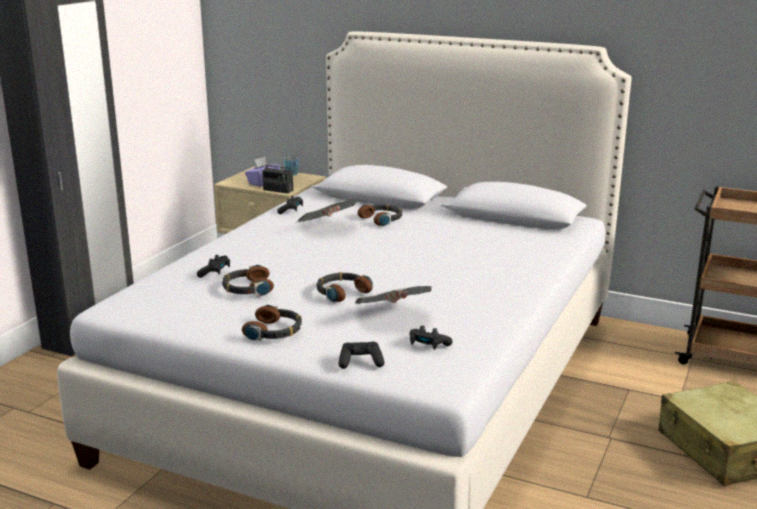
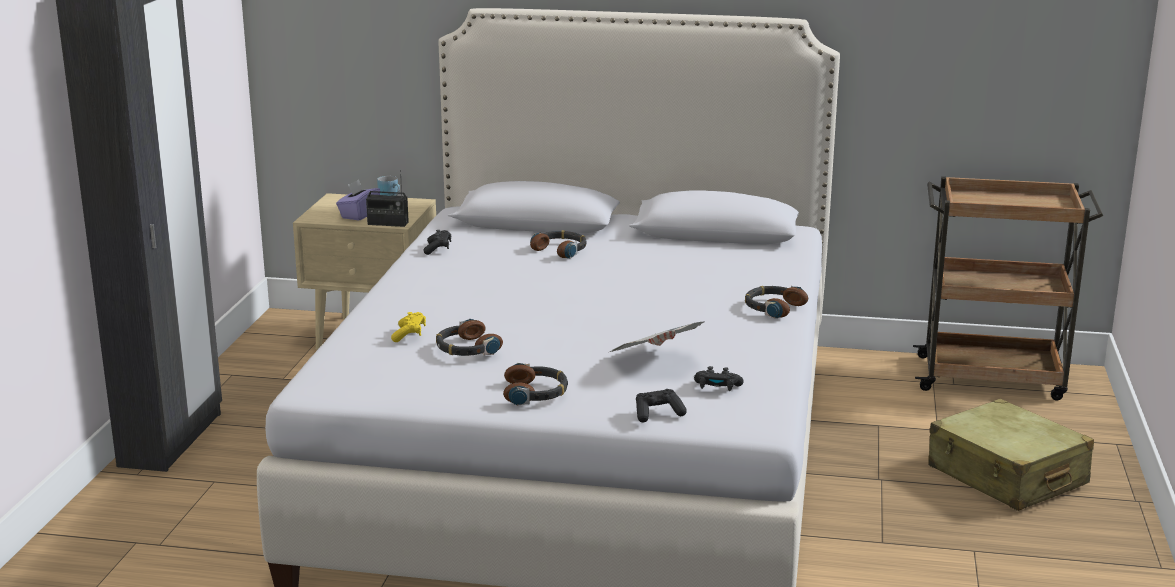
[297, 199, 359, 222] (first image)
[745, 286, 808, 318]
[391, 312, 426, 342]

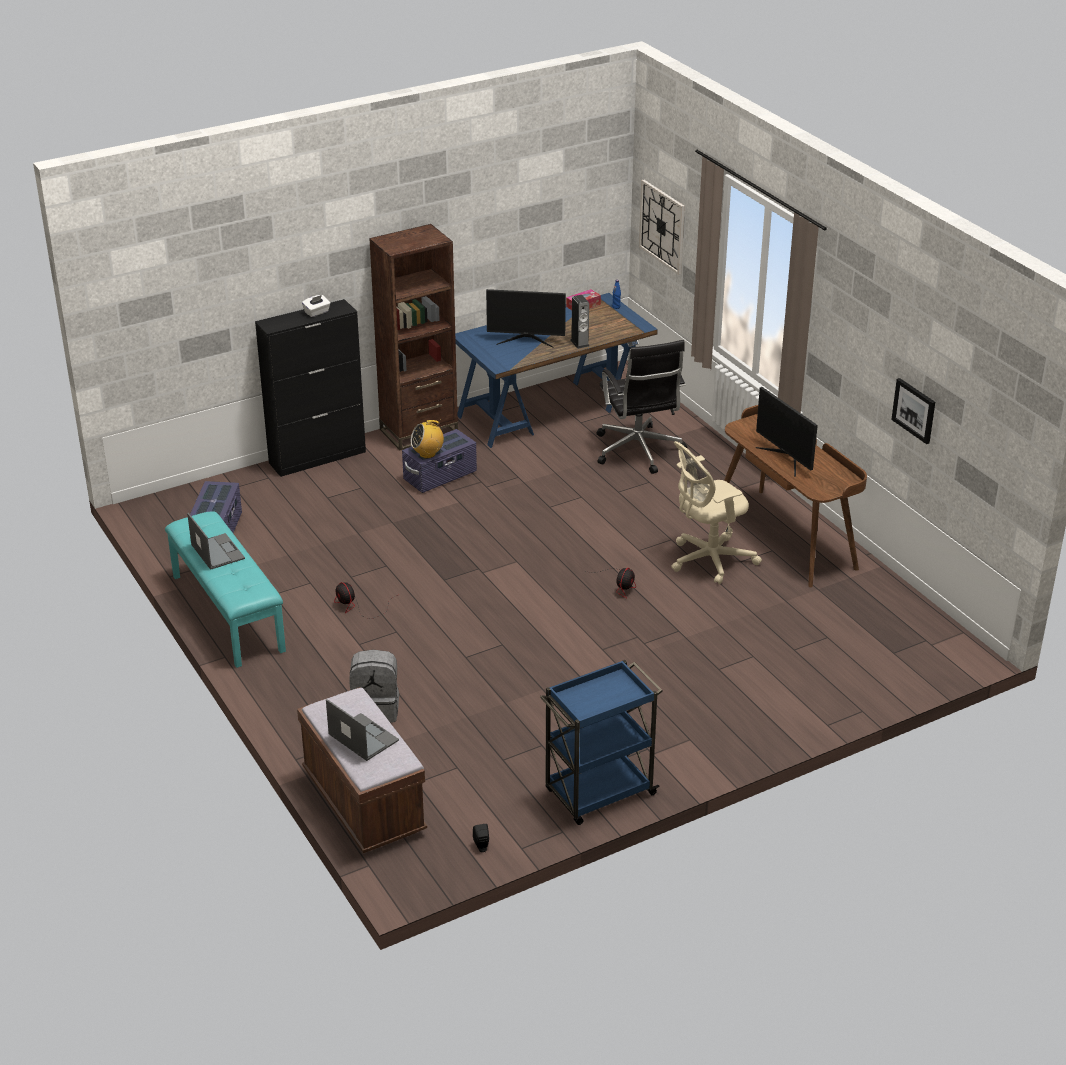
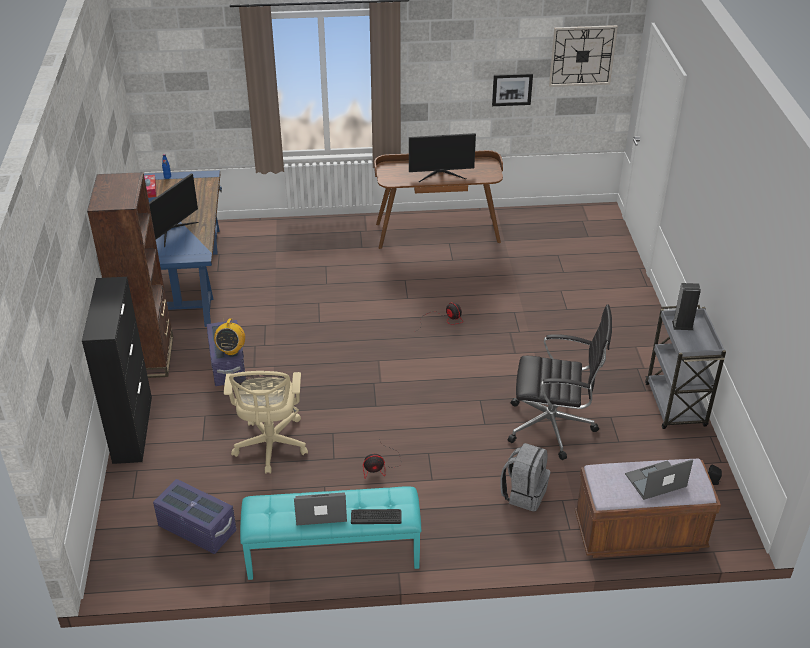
[302, 295, 330, 317] (first image)
[351, 509, 402, 524]
[672, 283, 701, 330]
[508, 304, 612, 460]
[549, 25, 618, 87]
[224, 371, 308, 474]
[645, 305, 726, 429]

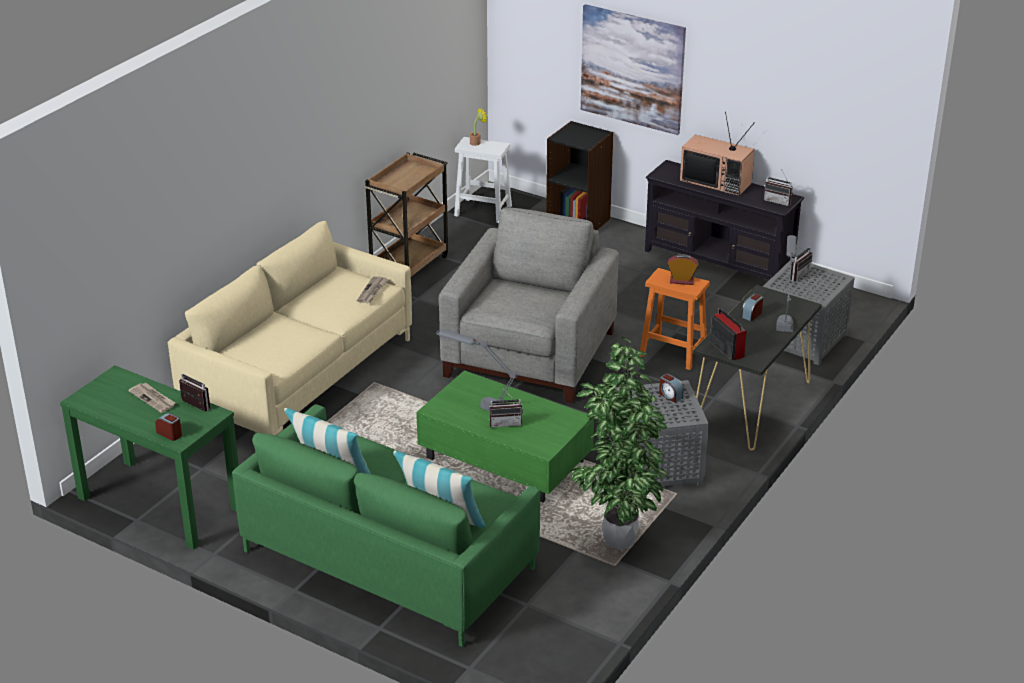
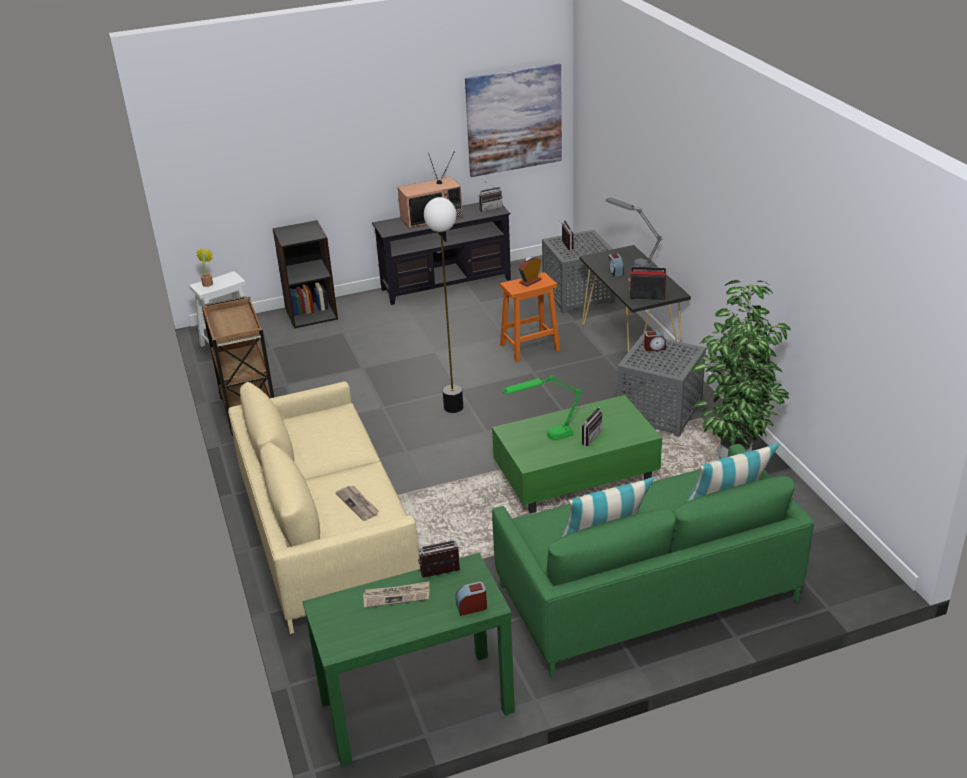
[335, 485, 379, 521]
[465, 63, 562, 177]
[424, 197, 463, 413]
[502, 375, 583, 440]

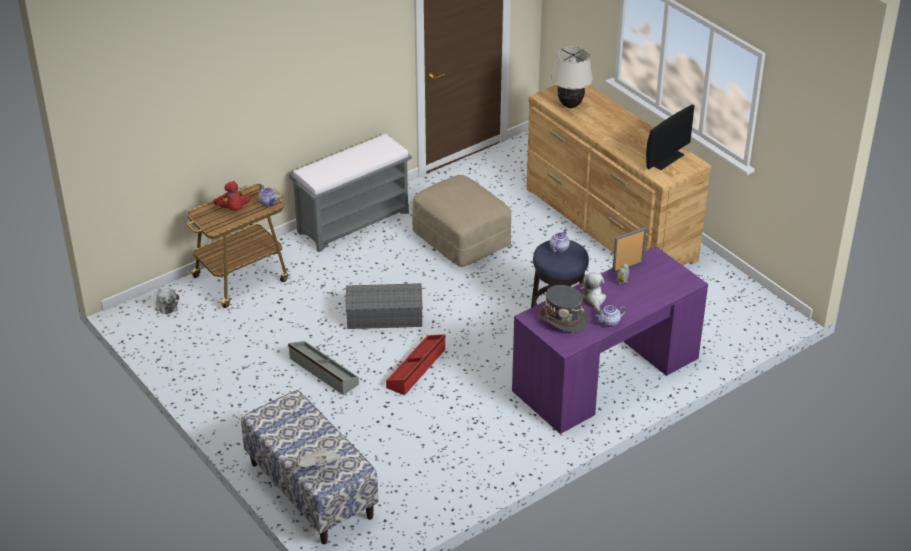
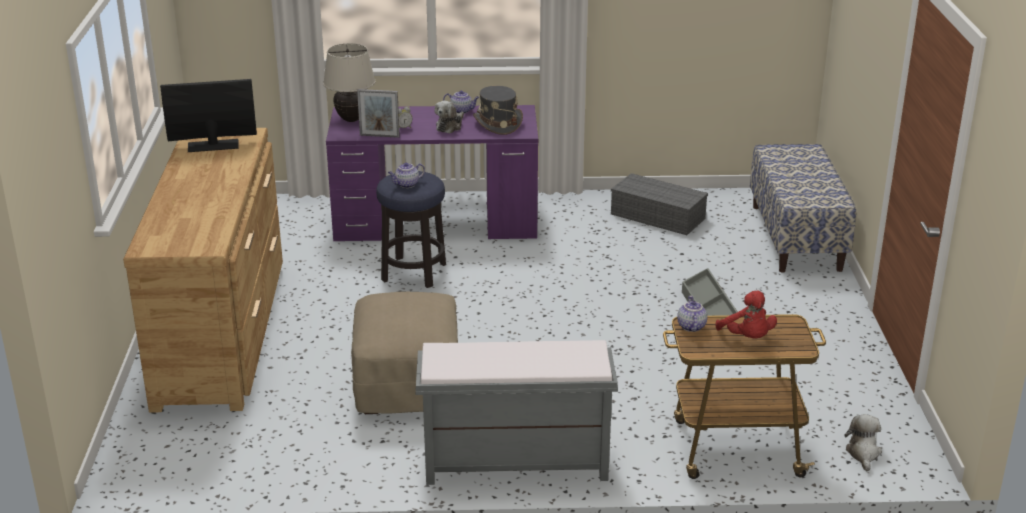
[297, 449, 342, 467] (first image)
[386, 334, 446, 396] (first image)
[611, 173, 708, 235]
[323, 43, 376, 122]
[715, 290, 777, 339]

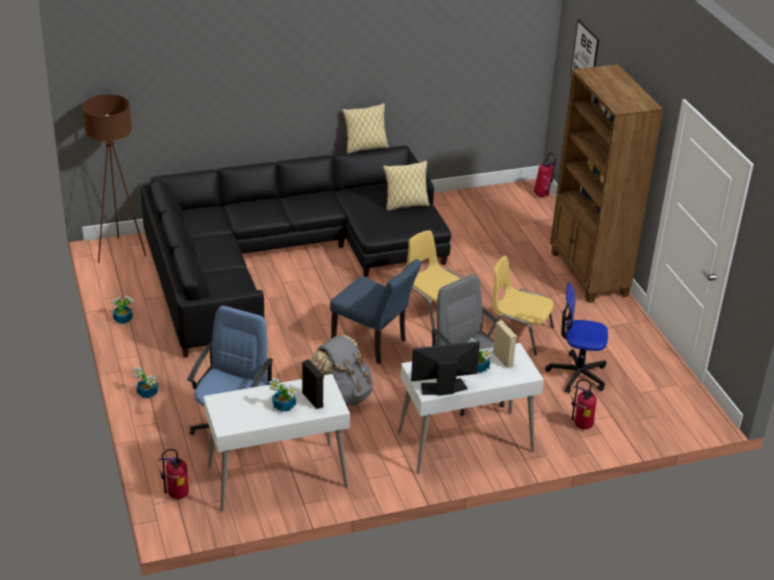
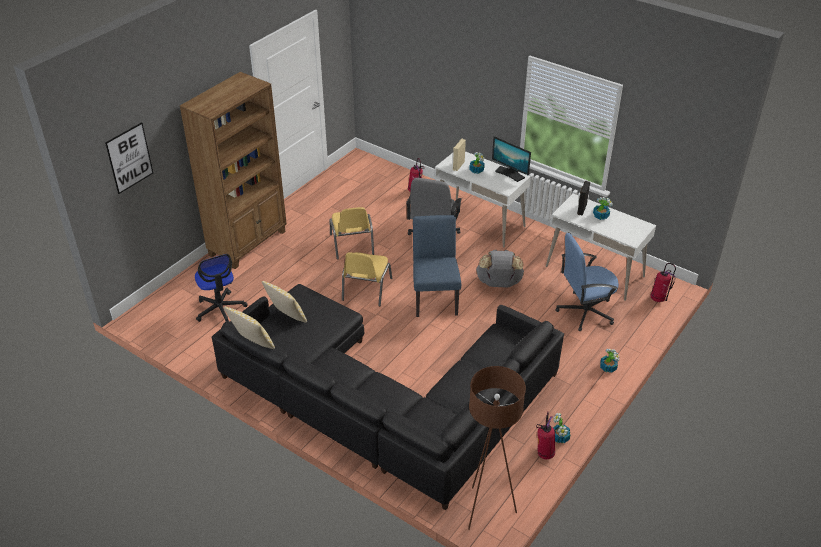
[536, 411, 555, 459]
[195, 254, 248, 322]

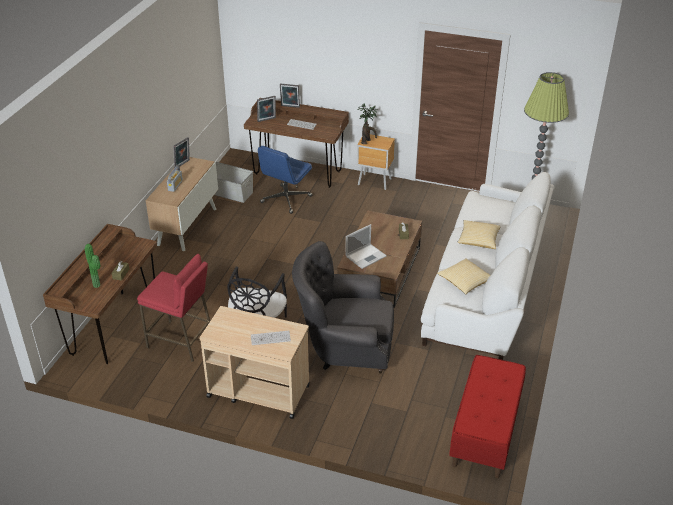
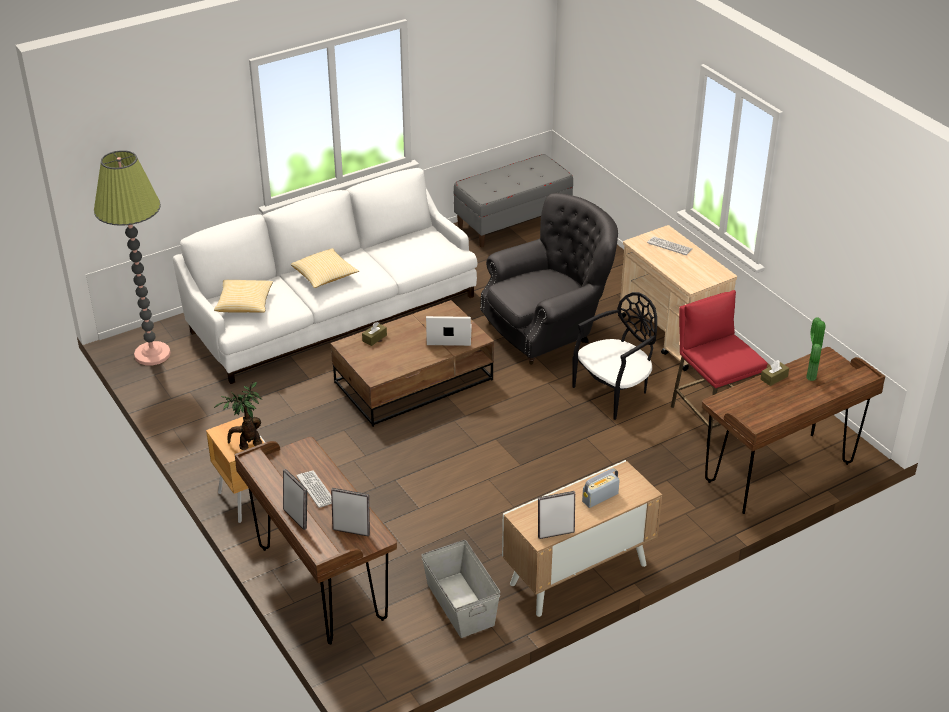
[258, 146, 313, 214] (first image)
[214, 280, 273, 313]
[454, 154, 573, 247]
[480, 193, 618, 365]

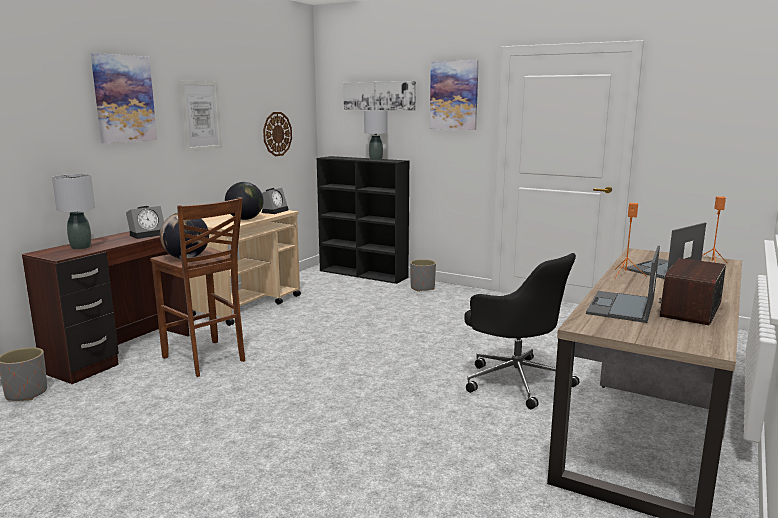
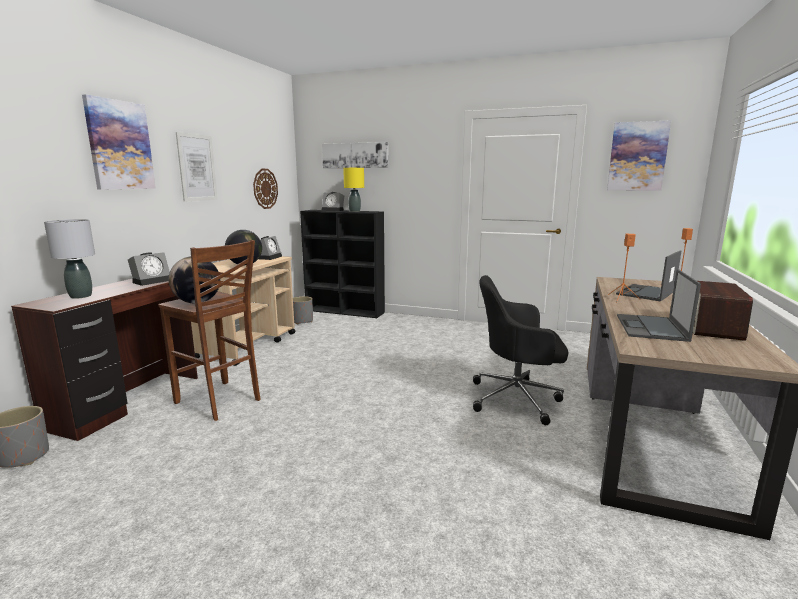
[322, 192, 344, 211]
[293, 296, 313, 324]
[607, 120, 671, 191]
[343, 168, 364, 212]
[473, 275, 568, 425]

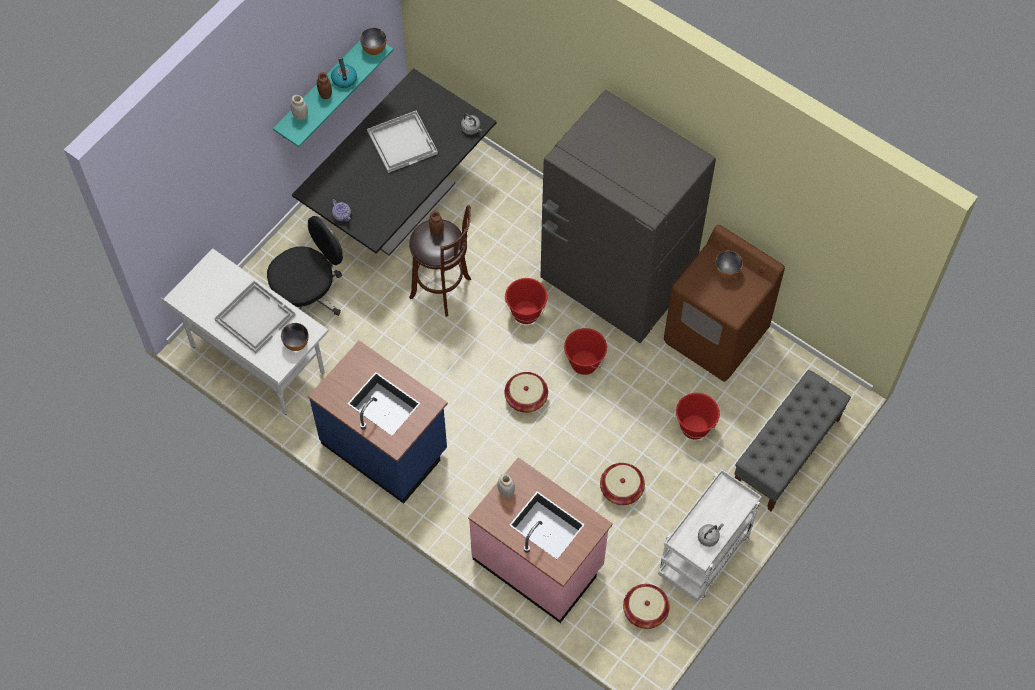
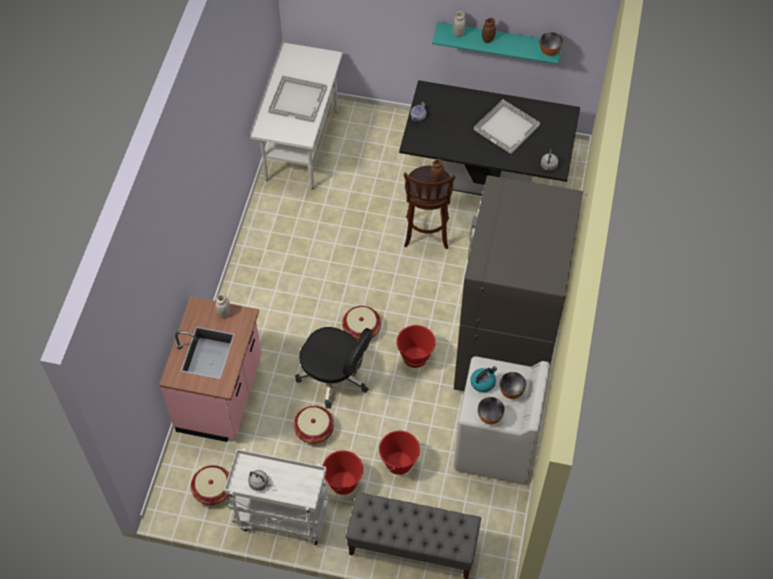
[308, 340, 448, 504] (first image)
[295, 327, 372, 408]
[478, 397, 505, 425]
[470, 366, 497, 392]
[322, 450, 363, 495]
[454, 356, 550, 484]

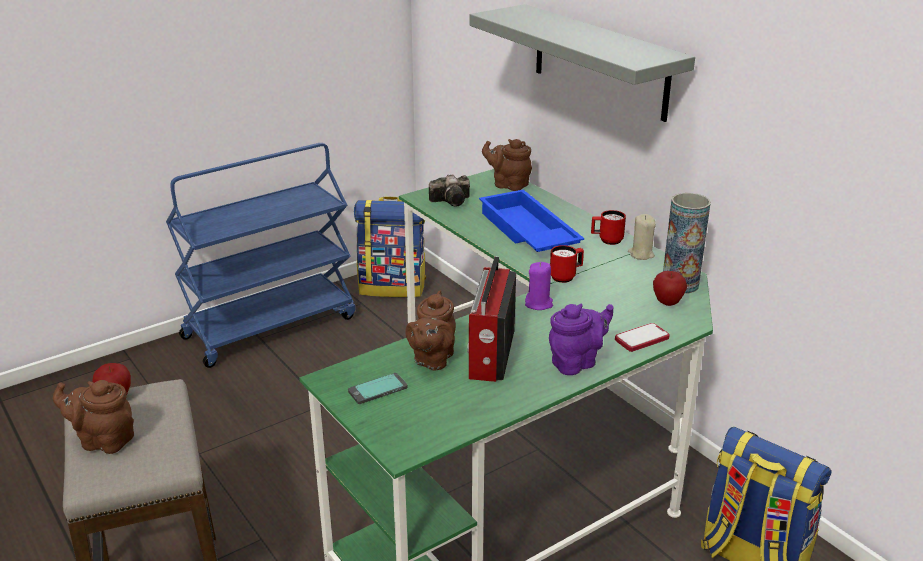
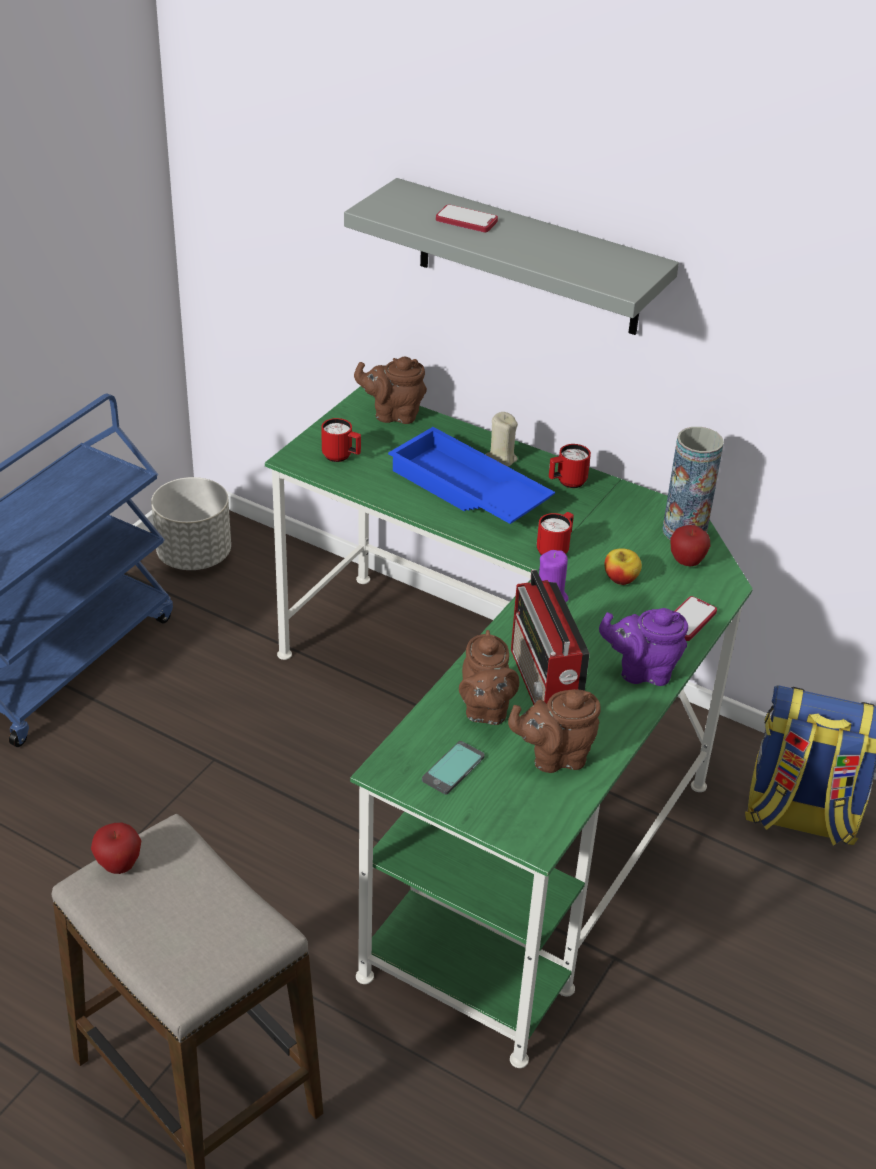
[436, 205, 498, 232]
[605, 548, 642, 585]
[508, 689, 601, 773]
[485, 412, 518, 467]
[151, 477, 231, 570]
[321, 418, 361, 462]
[599, 608, 688, 686]

